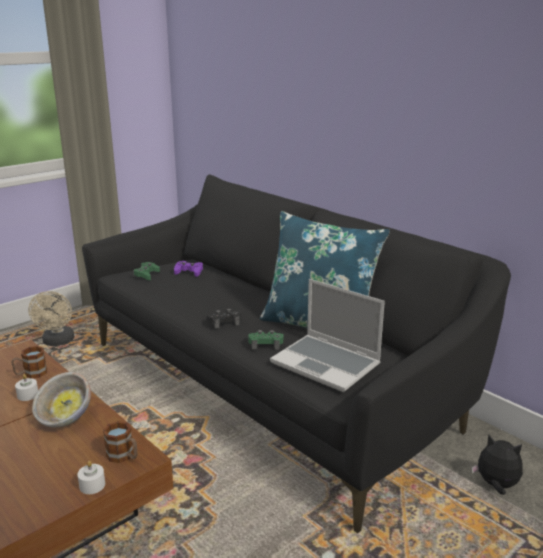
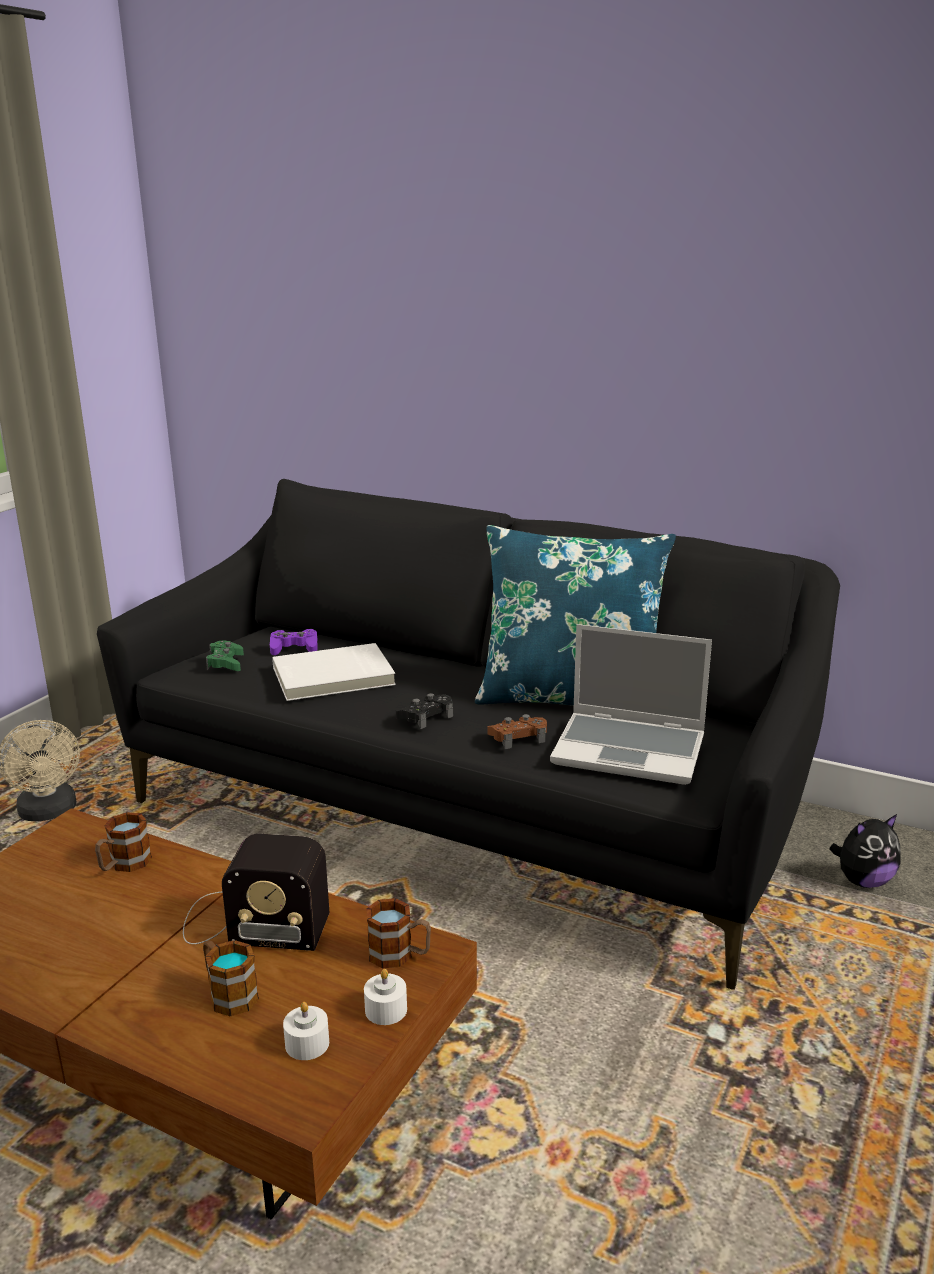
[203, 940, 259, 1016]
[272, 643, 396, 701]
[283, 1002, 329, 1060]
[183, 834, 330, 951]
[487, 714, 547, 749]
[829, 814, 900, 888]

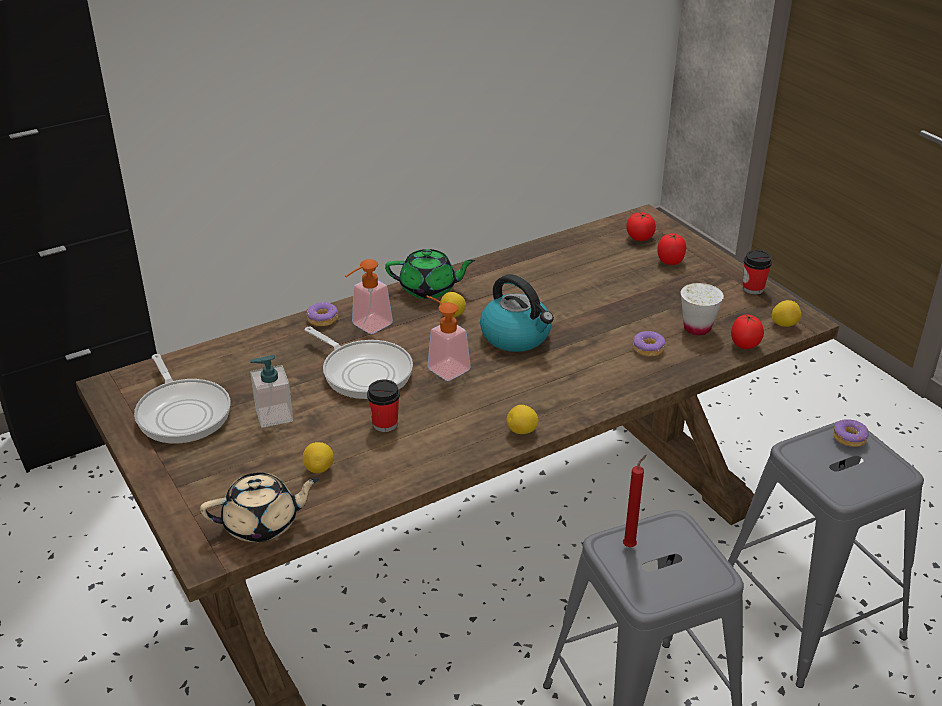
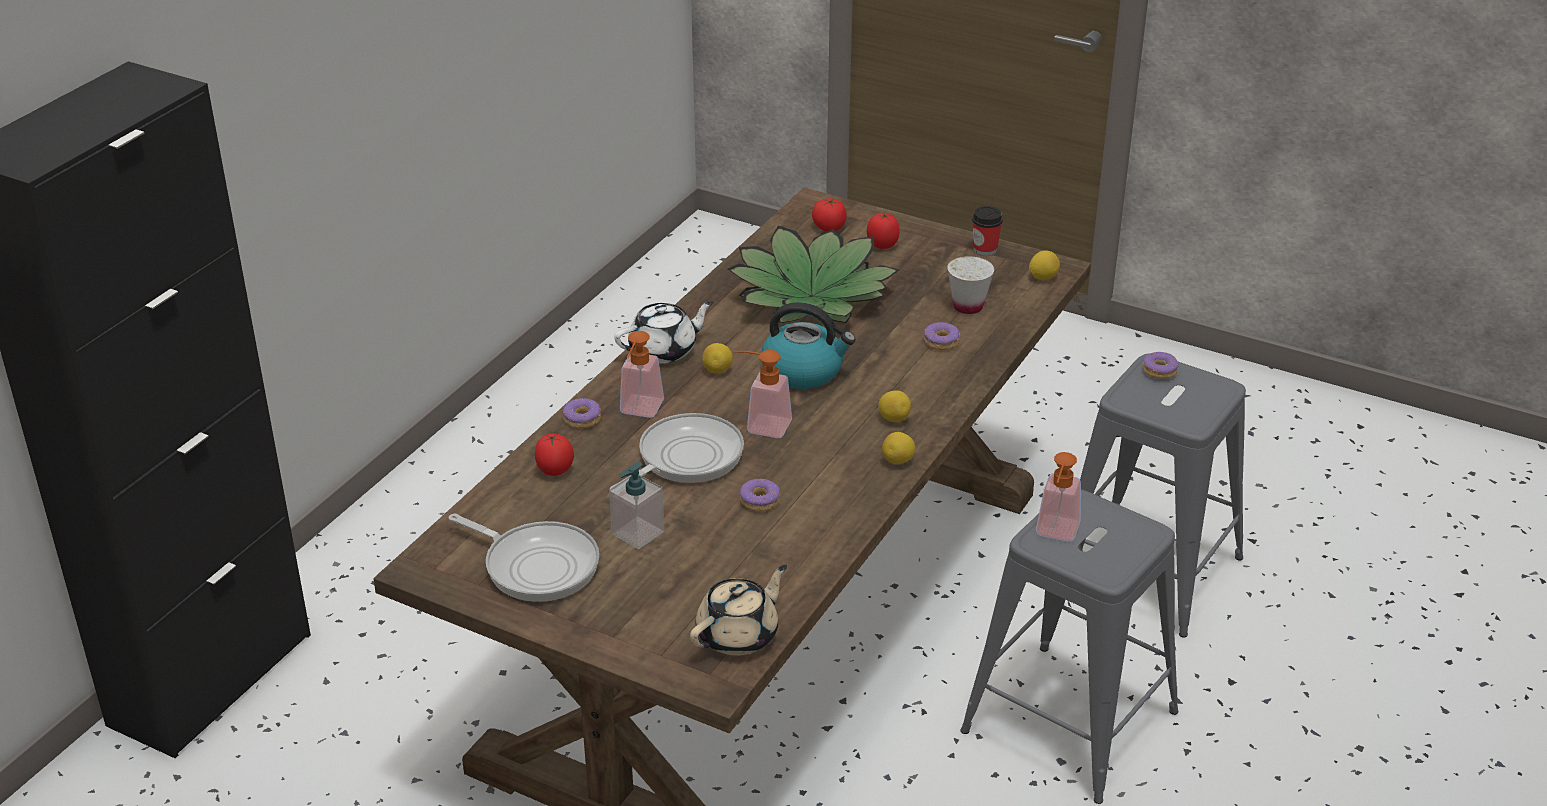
[728, 226, 900, 323]
[878, 390, 911, 422]
[535, 433, 574, 476]
[740, 479, 780, 512]
[1036, 452, 1081, 542]
[614, 301, 714, 364]
[610, 413, 744, 489]

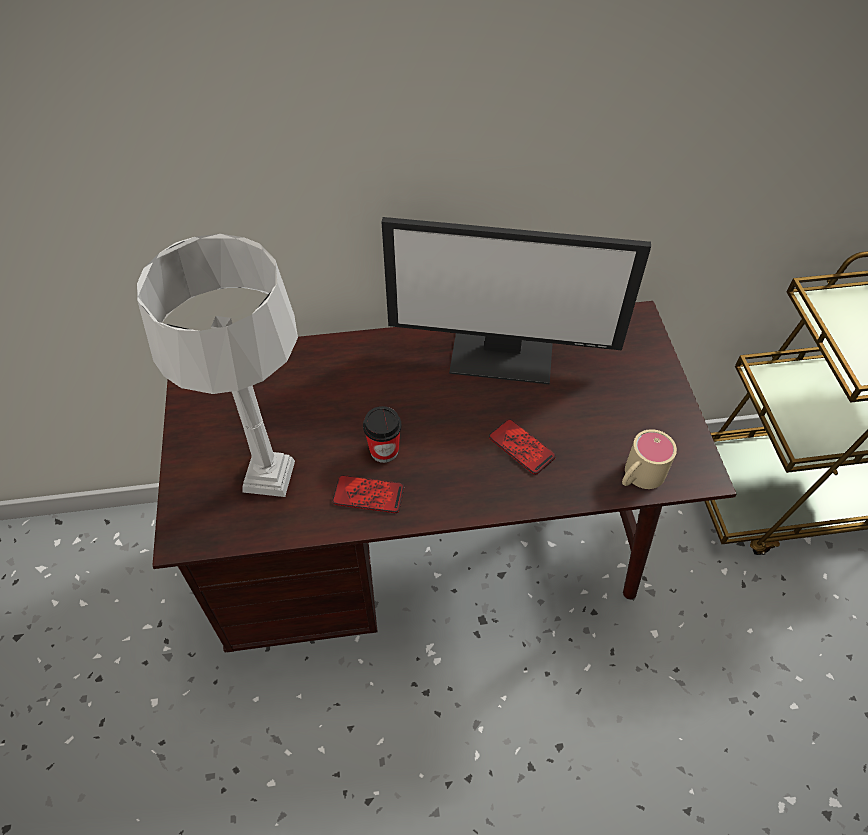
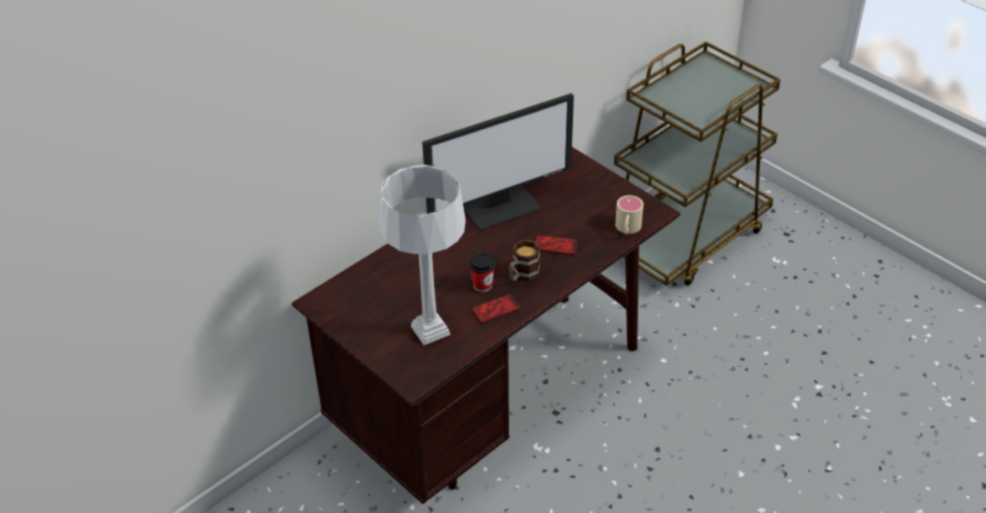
[509, 239, 541, 282]

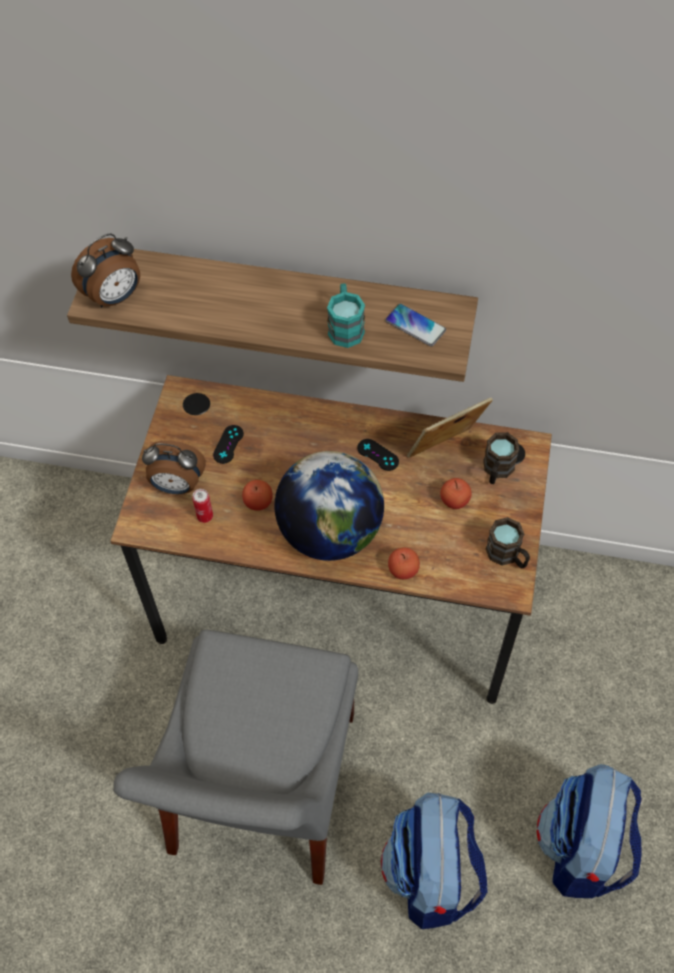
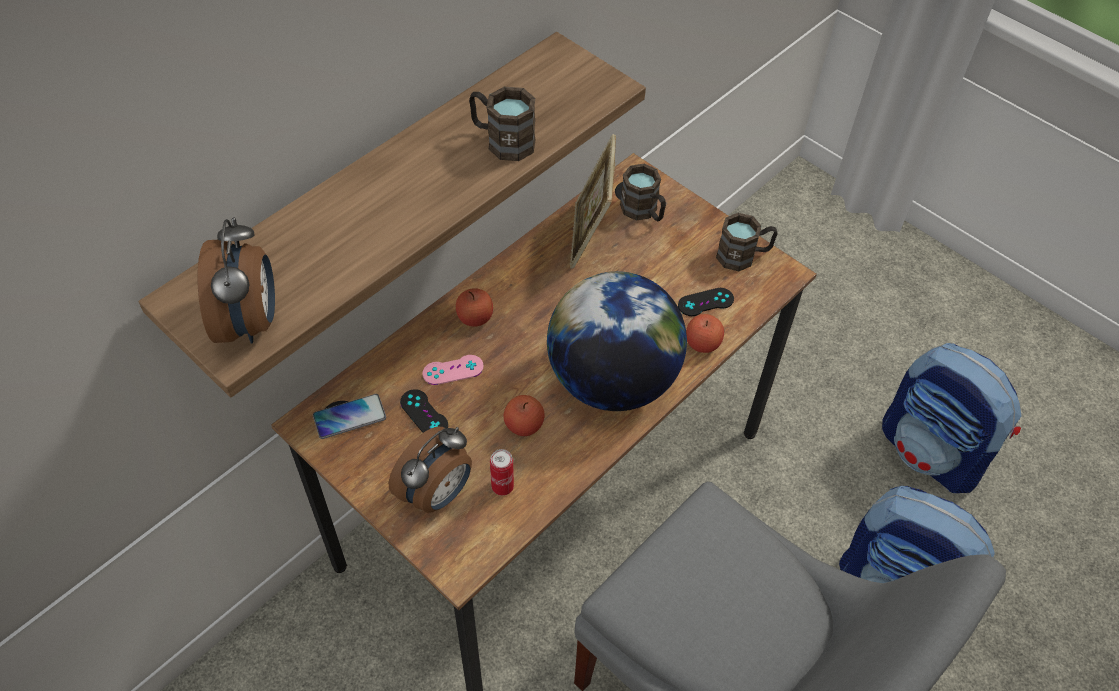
[422, 355, 484, 385]
[678, 288, 734, 316]
[313, 394, 386, 439]
[456, 288, 493, 327]
[469, 87, 535, 161]

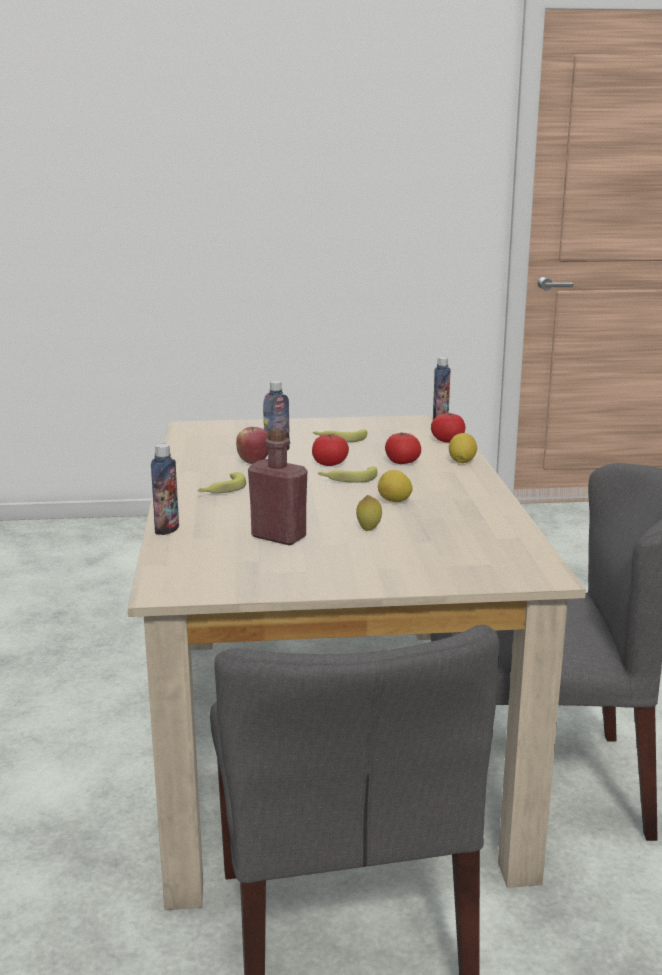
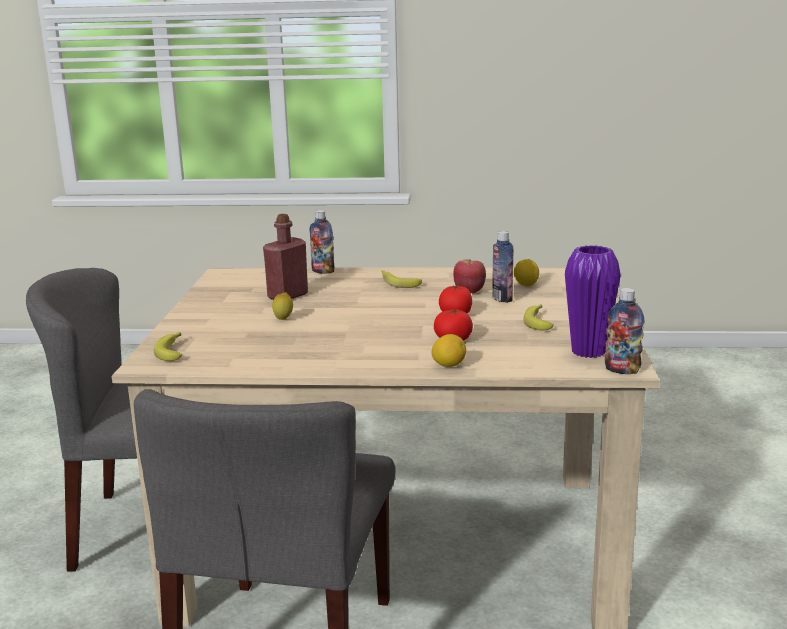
[431, 413, 466, 443] (first image)
[565, 245, 621, 358]
[154, 332, 182, 361]
[514, 259, 539, 287]

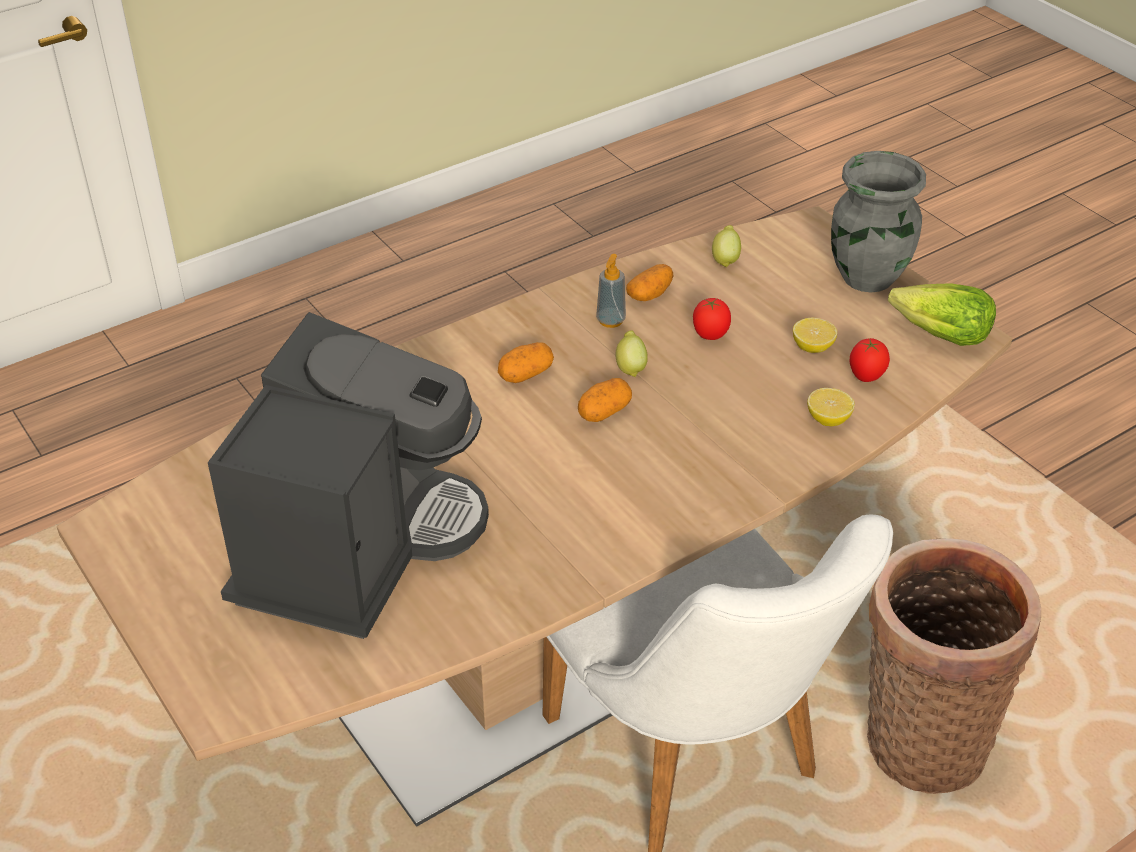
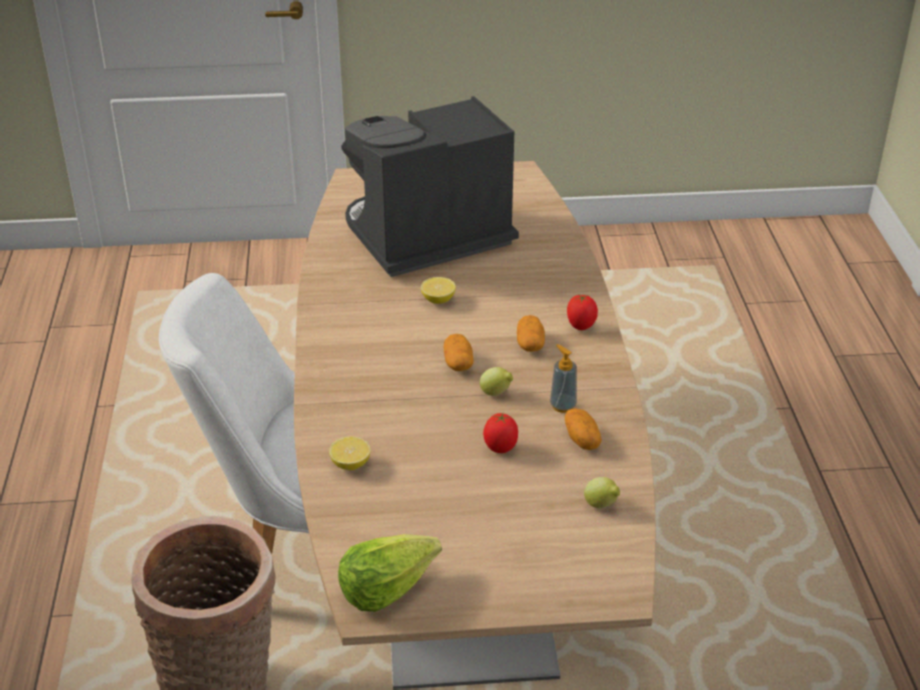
[831, 151, 926, 293] (first image)
[421, 277, 456, 304]
[567, 295, 598, 330]
[341, 96, 519, 277]

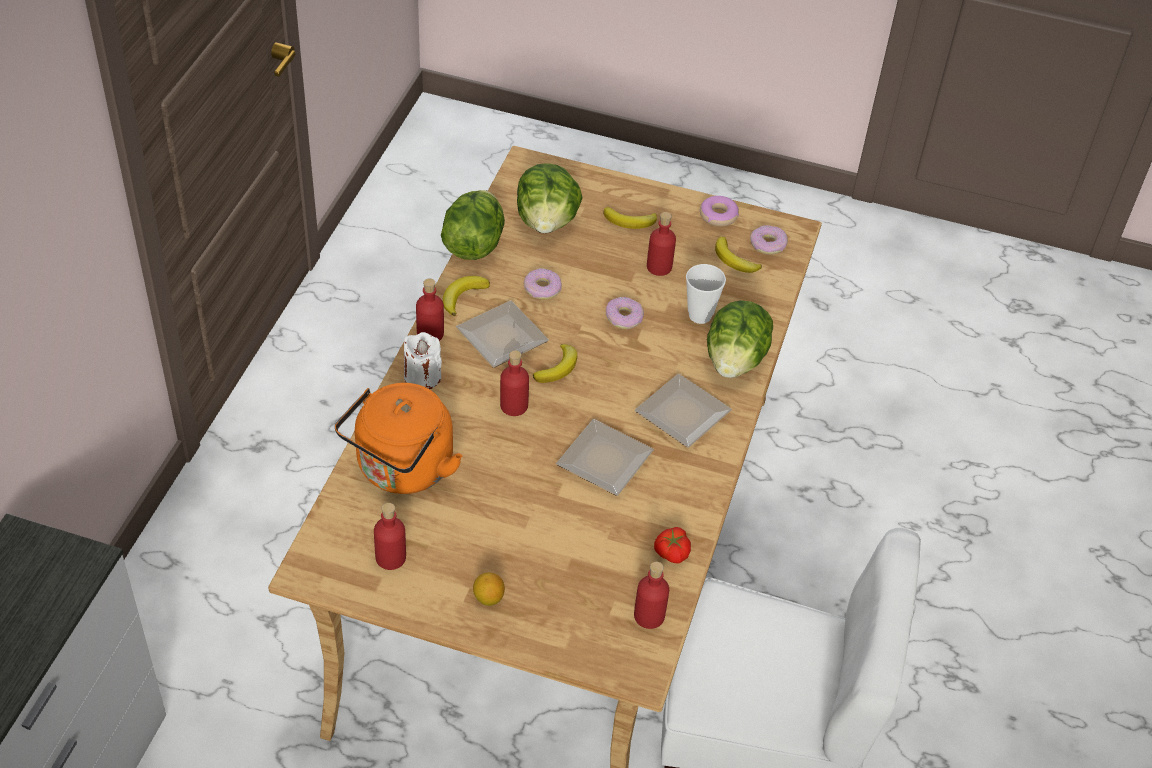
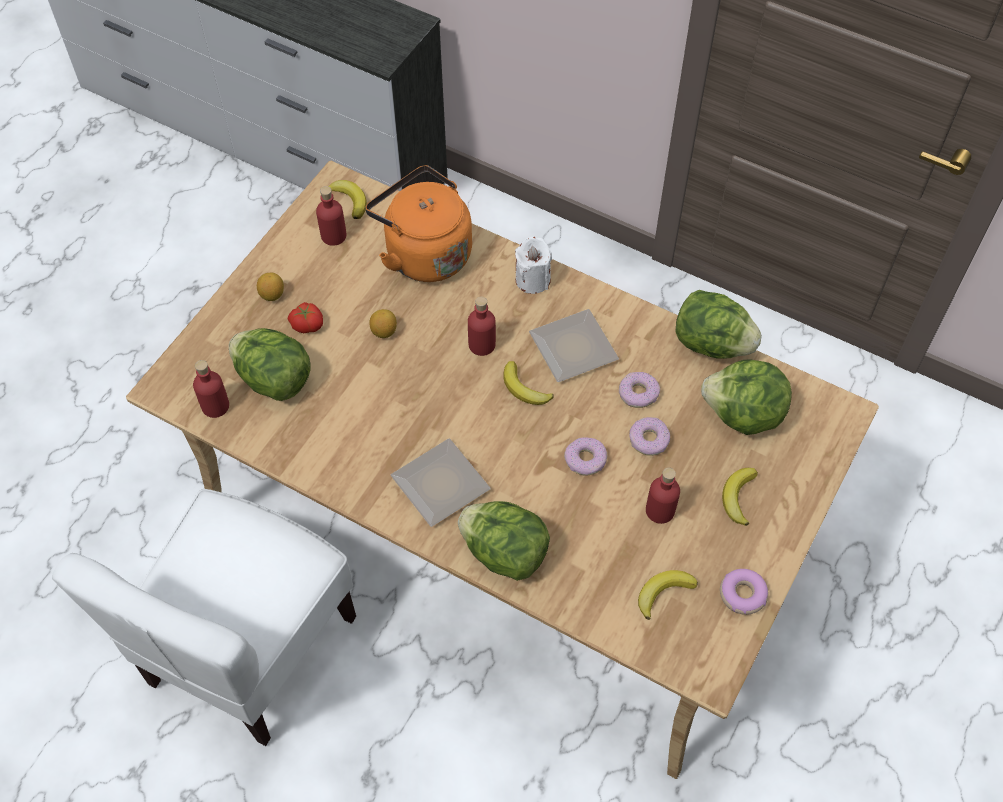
[416, 278, 444, 341] (first image)
[556, 419, 654, 496] (first image)
[686, 264, 726, 324] (first image)
[229, 328, 311, 401]
[369, 309, 397, 338]
[329, 180, 367, 219]
[287, 302, 323, 333]
[629, 417, 670, 456]

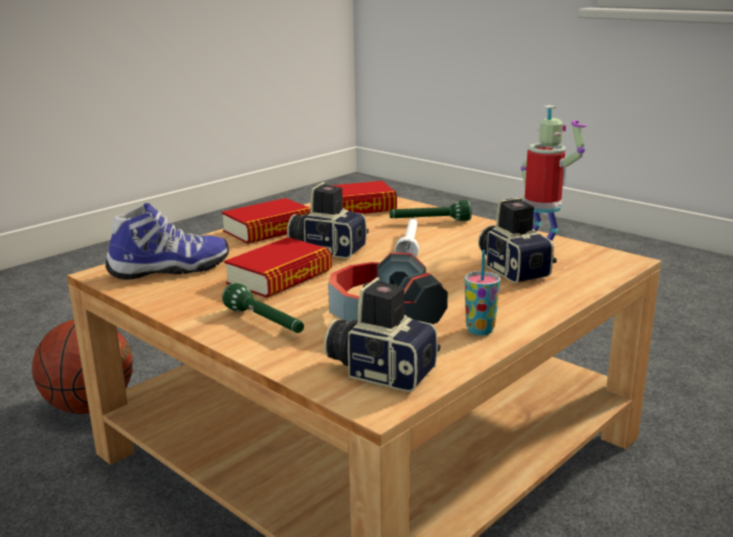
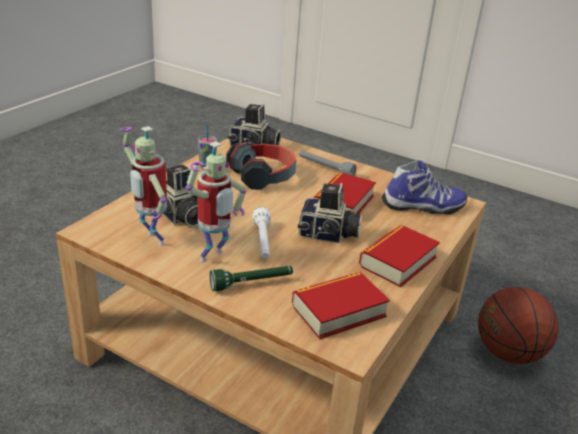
[186, 141, 246, 262]
[299, 151, 356, 176]
[382, 160, 467, 215]

